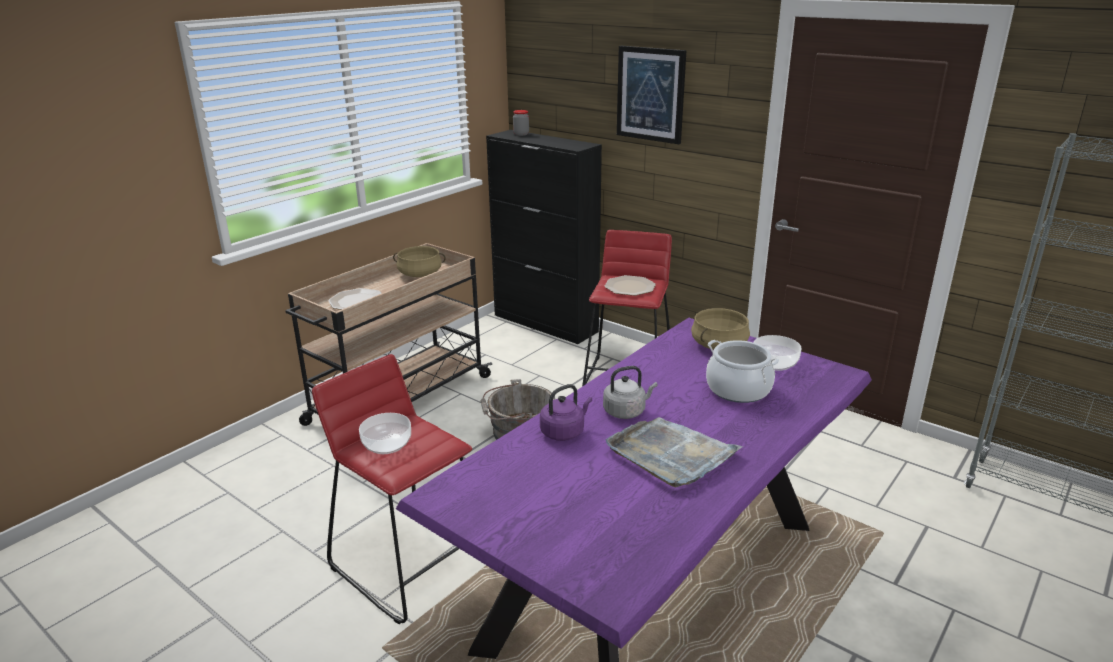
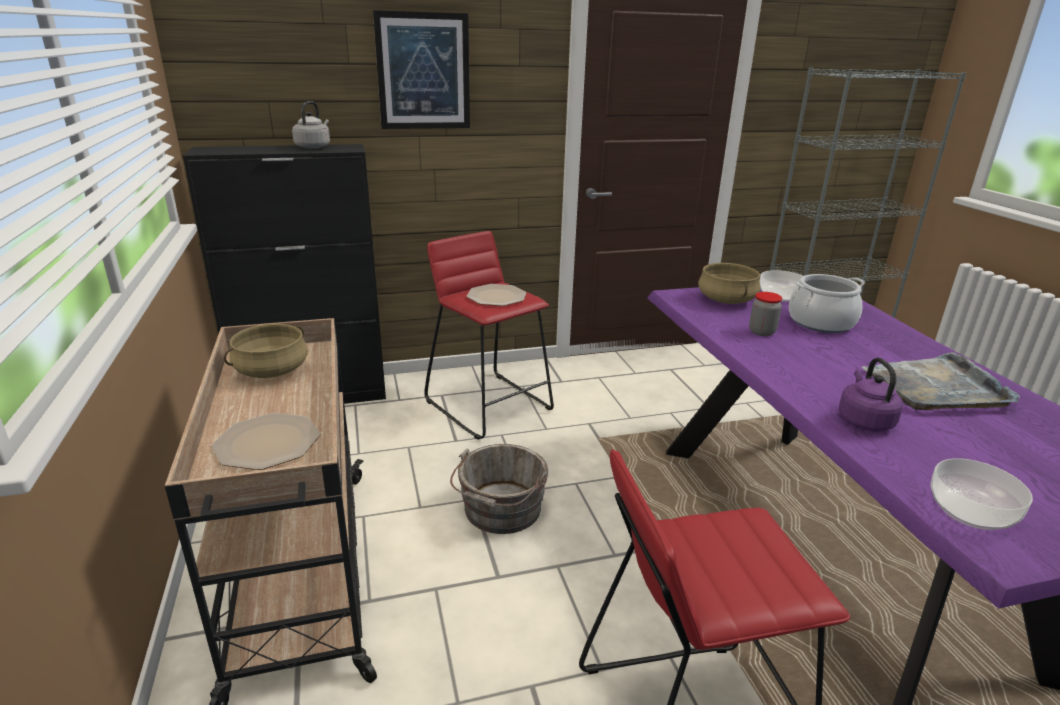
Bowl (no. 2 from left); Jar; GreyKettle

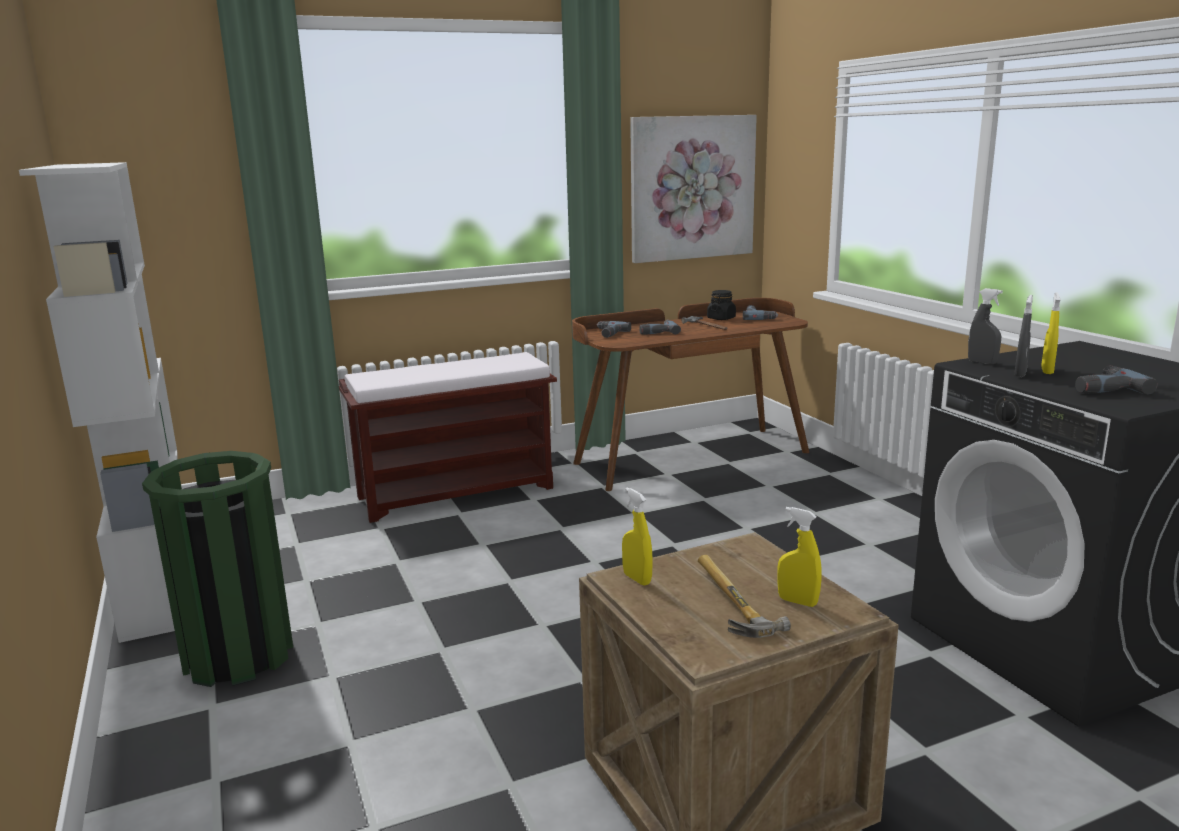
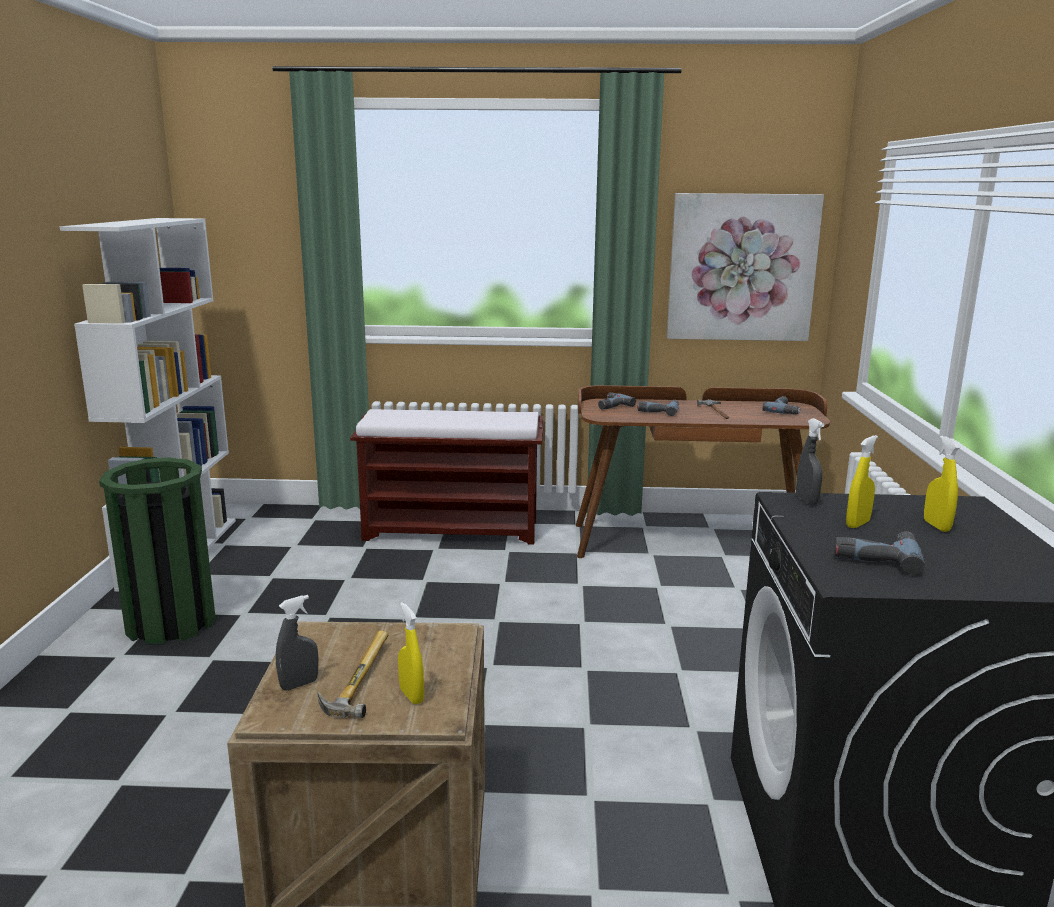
YellowSprayBottle (no. 3 from left); BlackJar; GreySprayBottle (no. 1 from left)

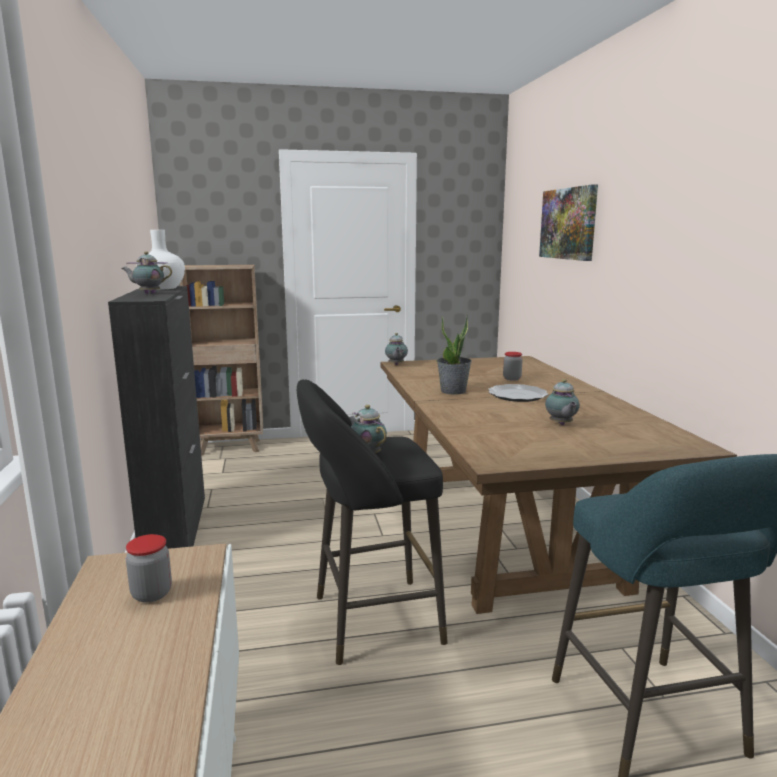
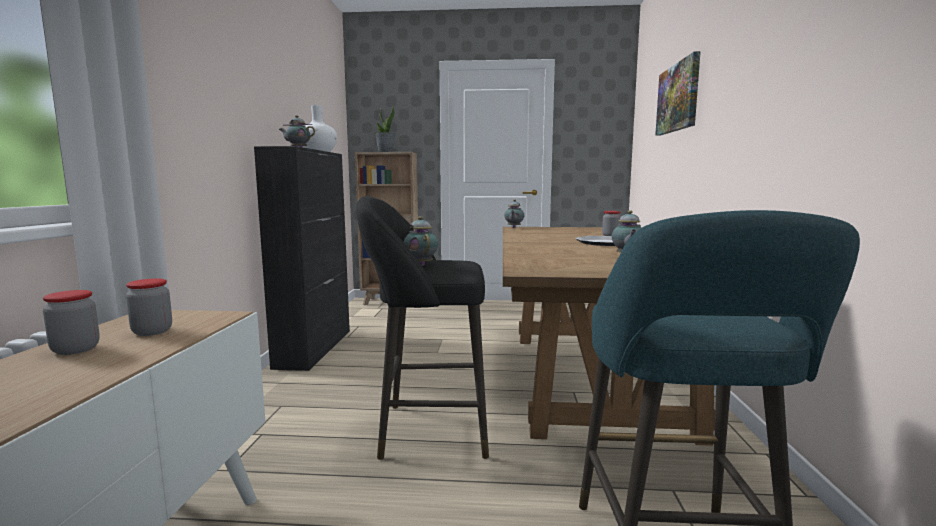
PottedPlant; Jar (no. 1 from left)

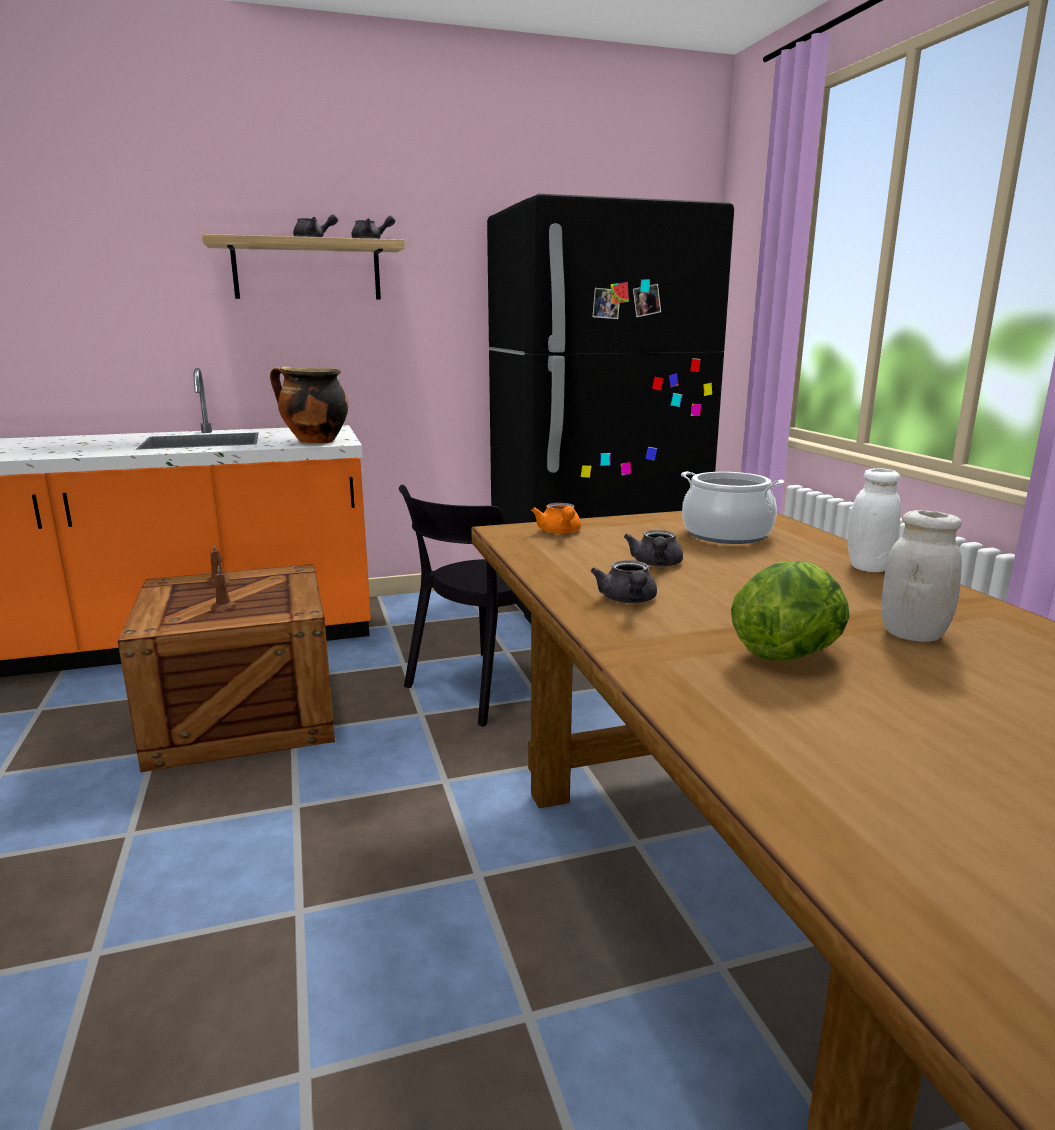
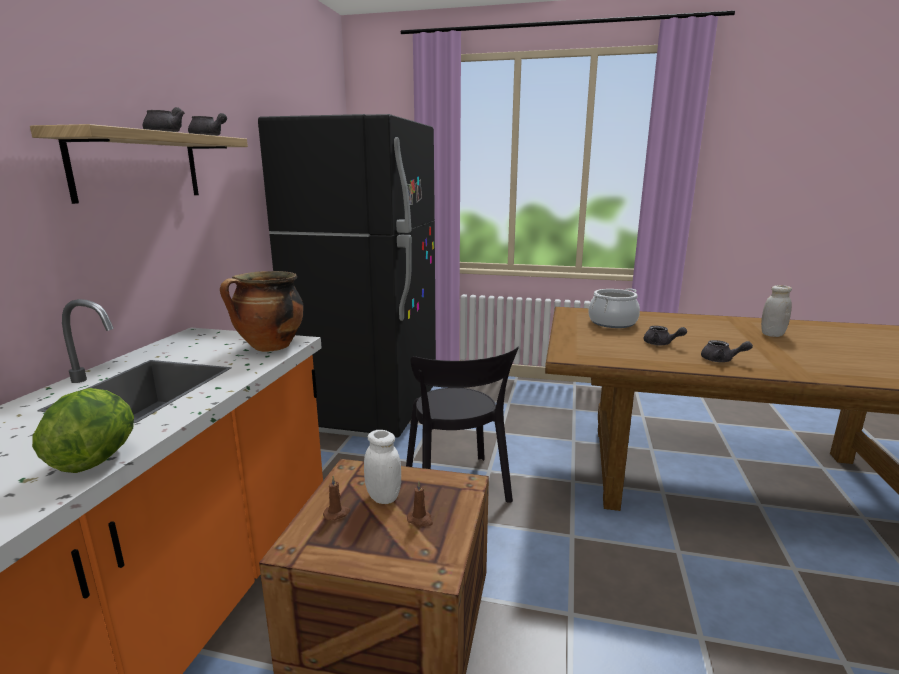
OrangeTeapot; Lettuce; WhiteJar (no. 1 from left)

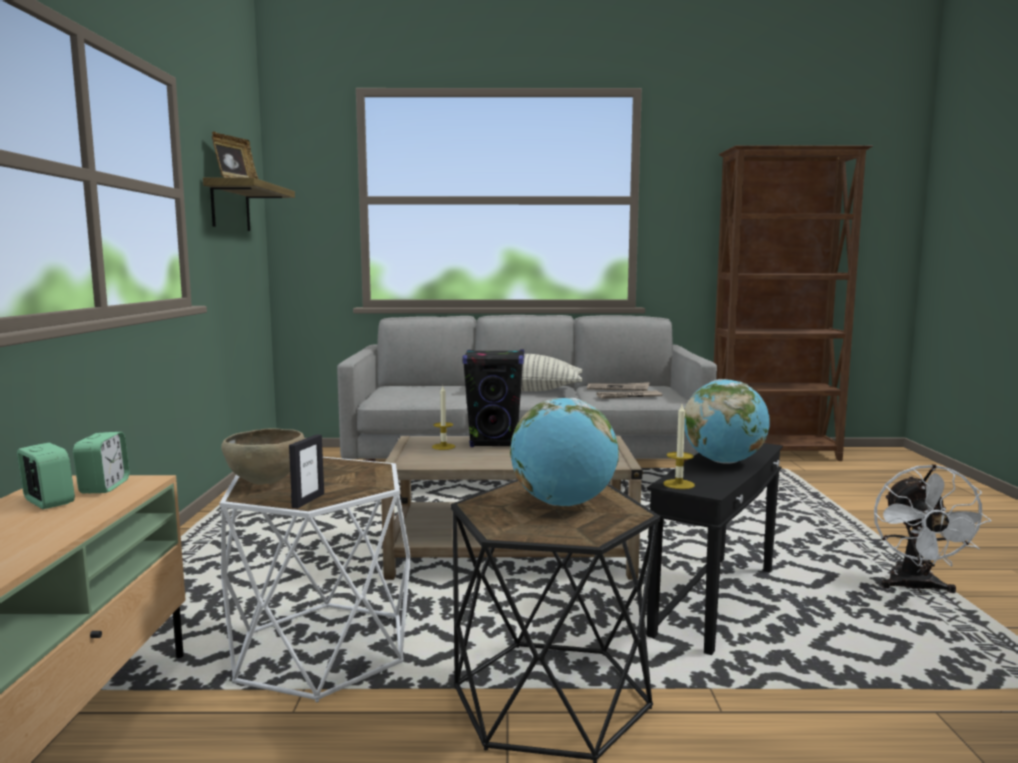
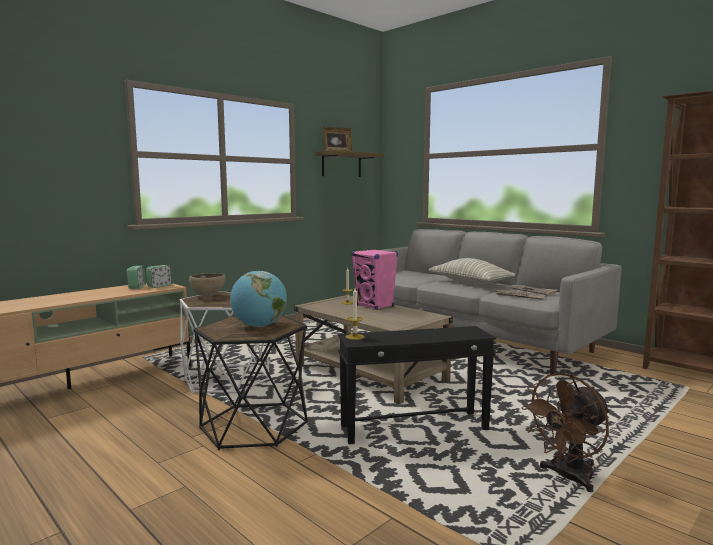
PictureFrame (no. 2 from left in the first image); PinkSpeaker; Globe (no. 2 from left in the first image); BrownFan

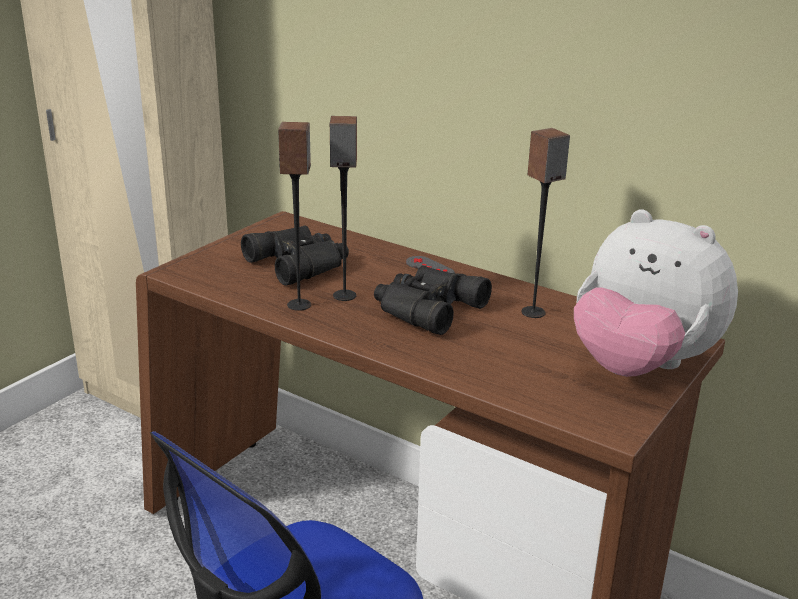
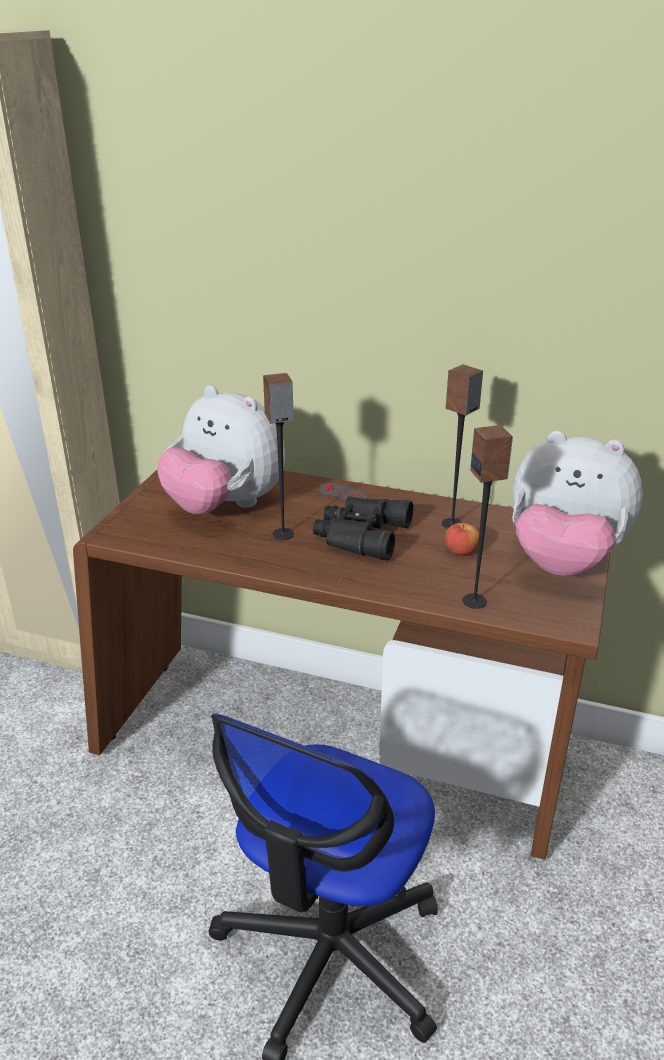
PlushToy (no. 1 from left); Speaker (no. 3 from left); Apple

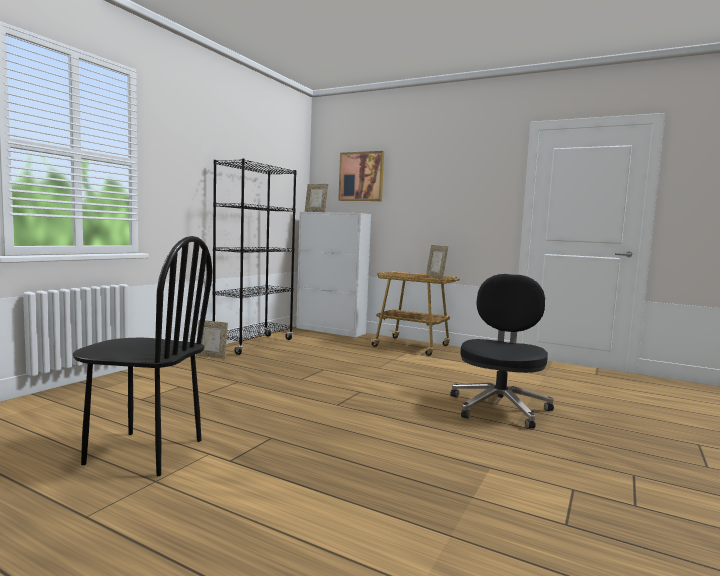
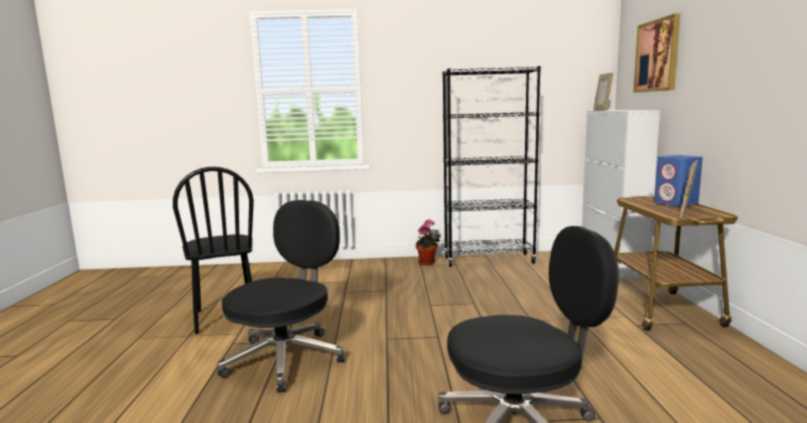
PottedPlant; BlackOfficeChair (no. 1 from left); BlueSpeaker

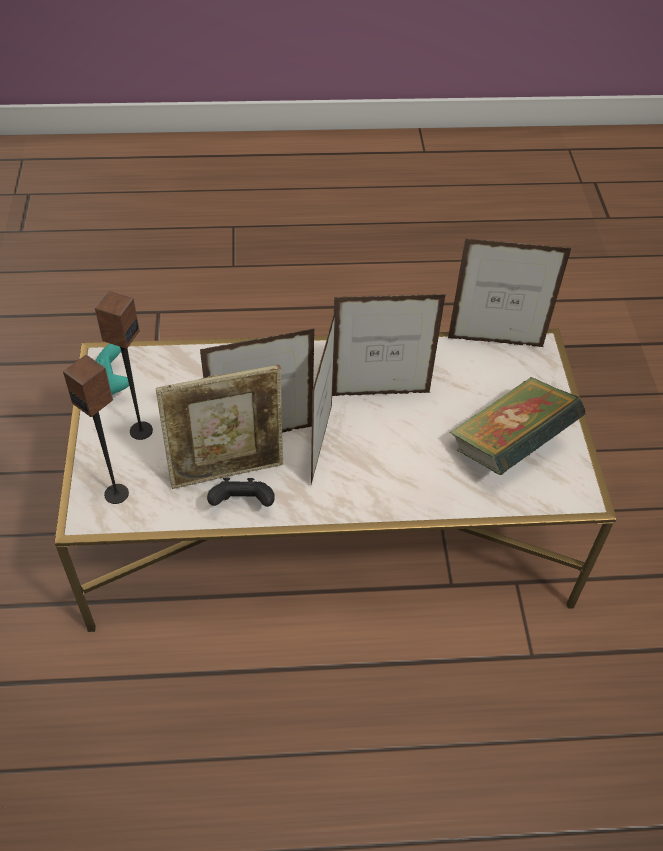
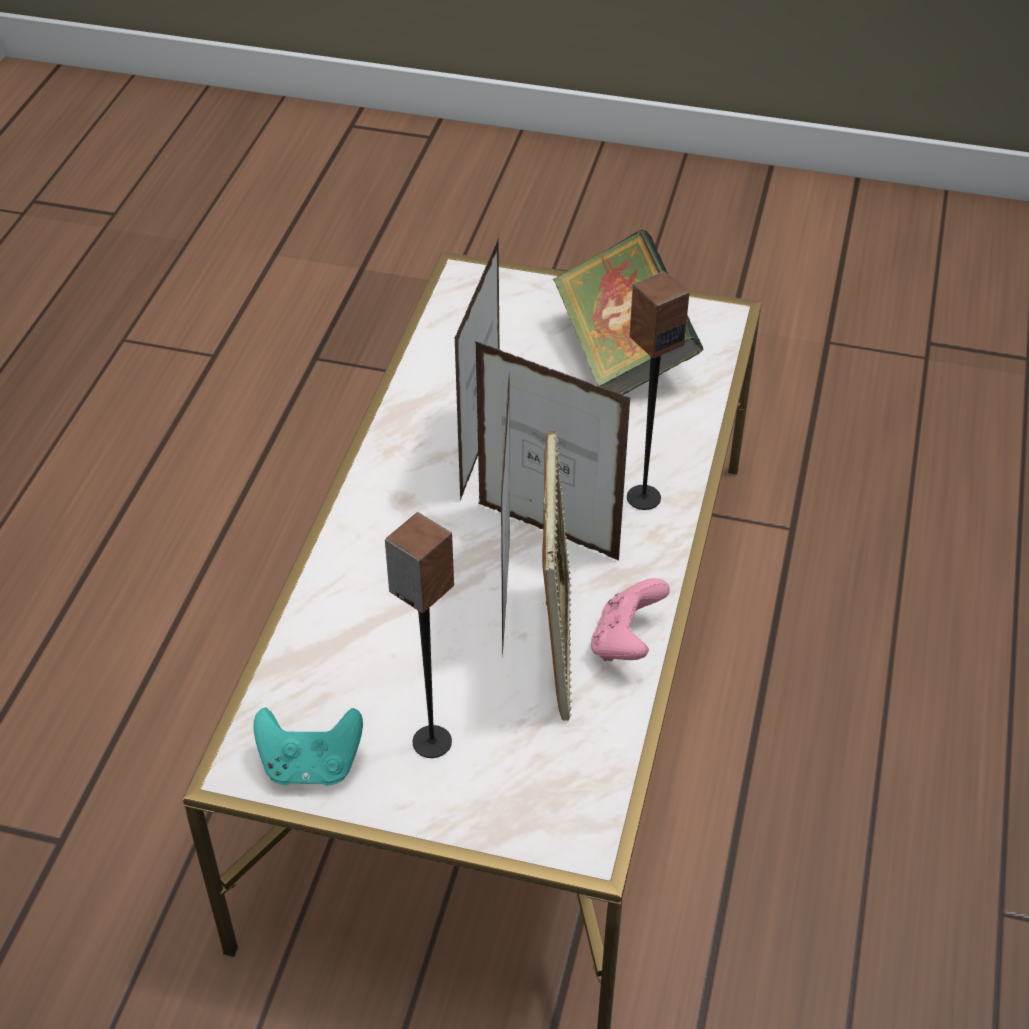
Speaker (no. 2 from left); PinkGameController; PictureFrame (no. 5 from left in the first image)

